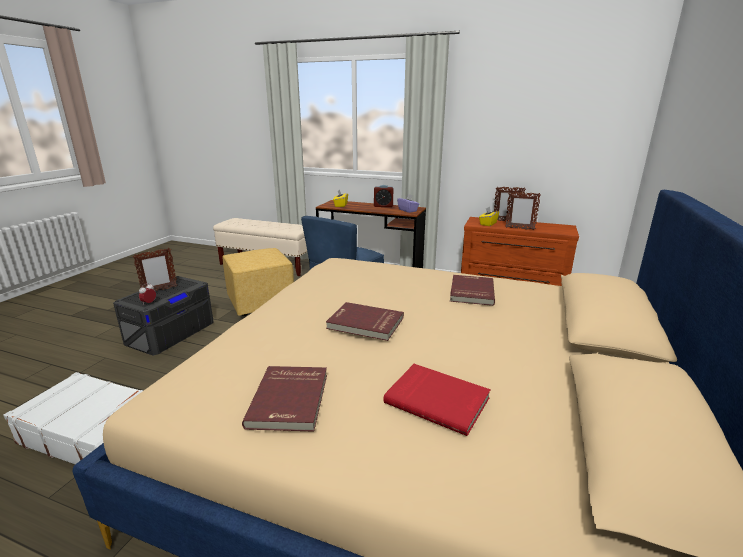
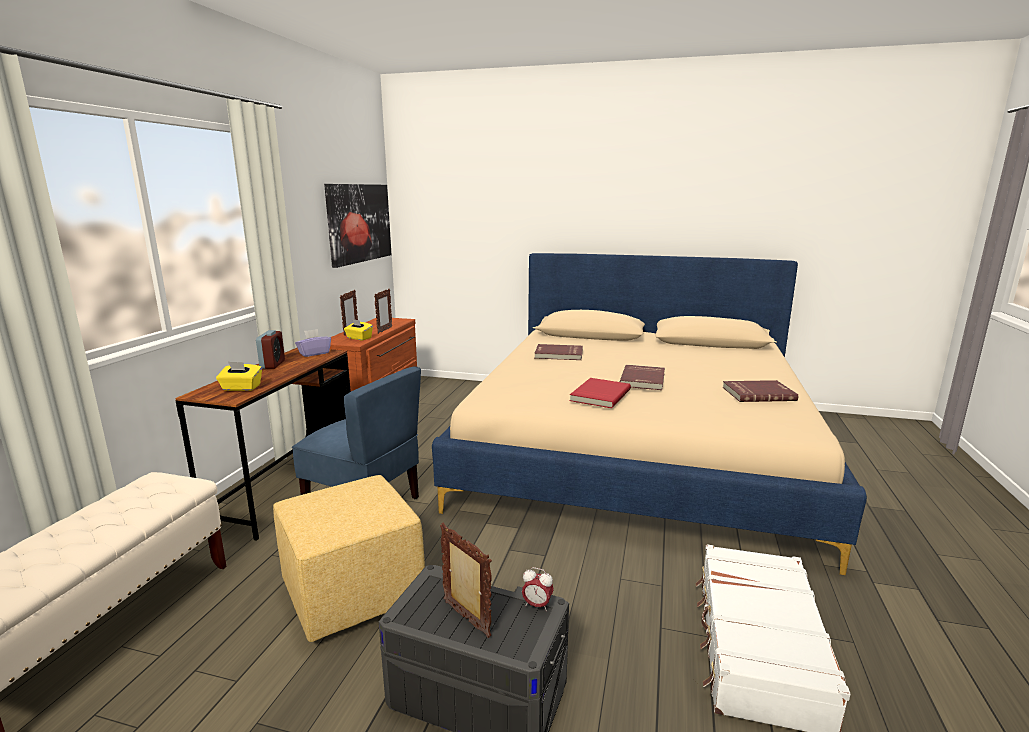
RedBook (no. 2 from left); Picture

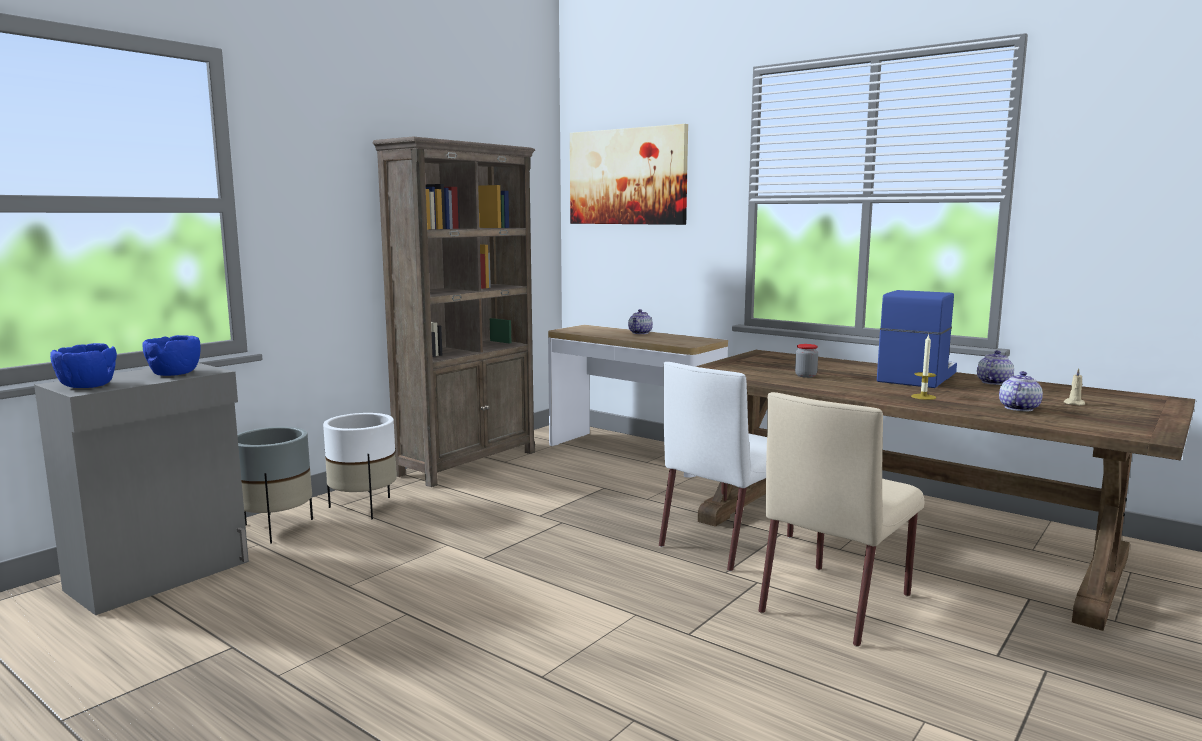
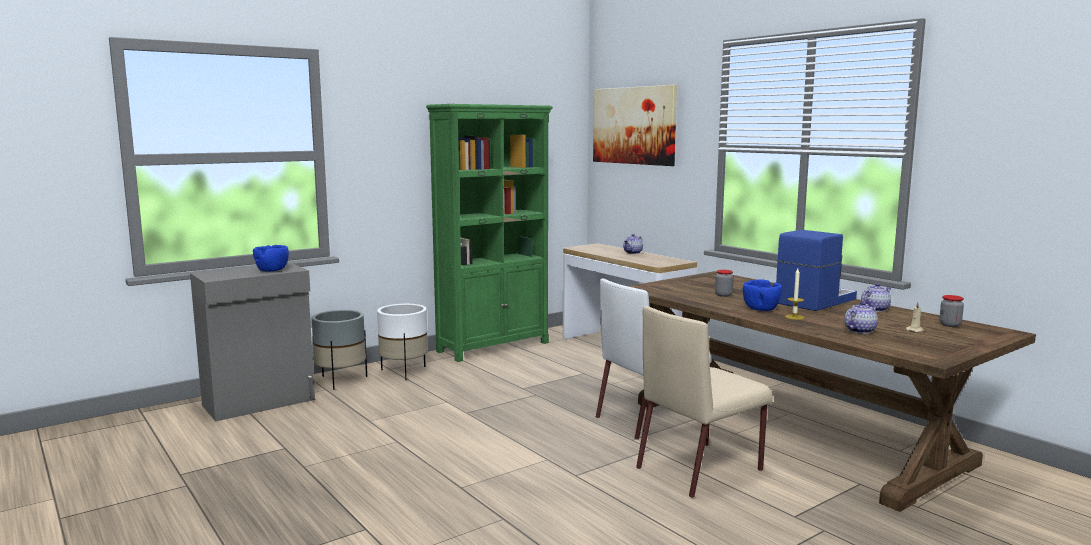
BlueBowl (no. 2 from left); GreenBookcase; Jar (no. 2 from left)

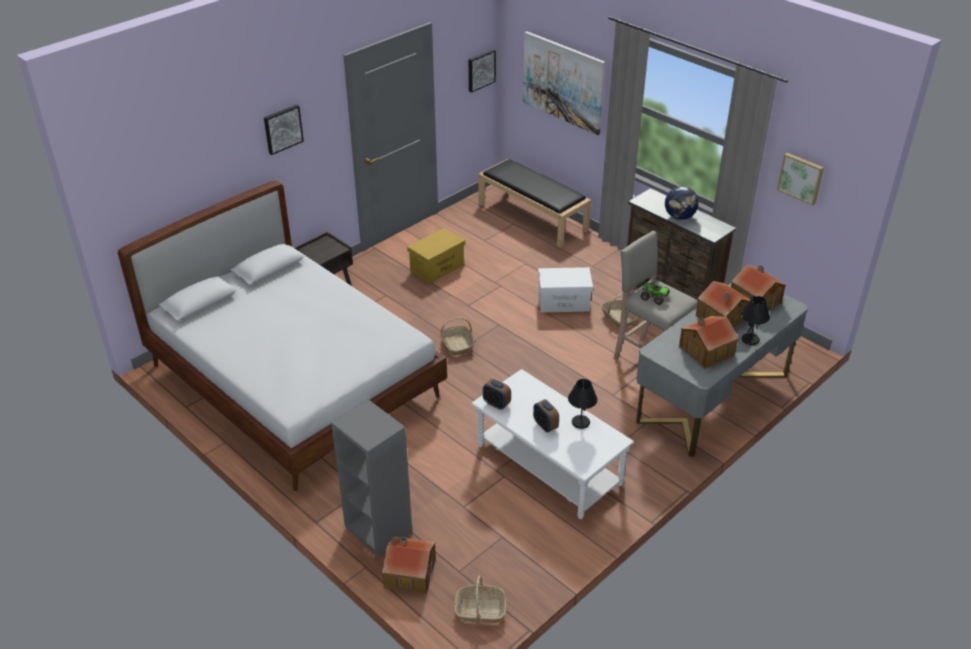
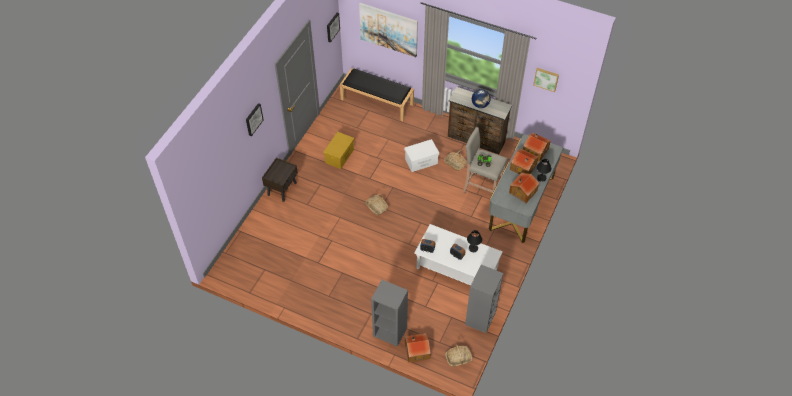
WhiteBed; GreyBookcase (no. 2 from left)

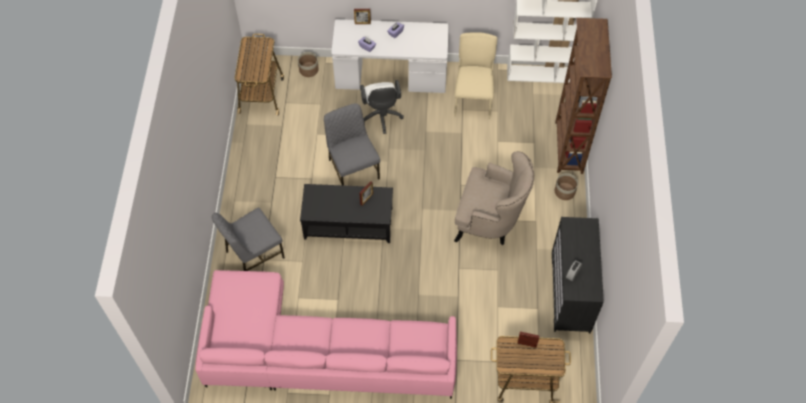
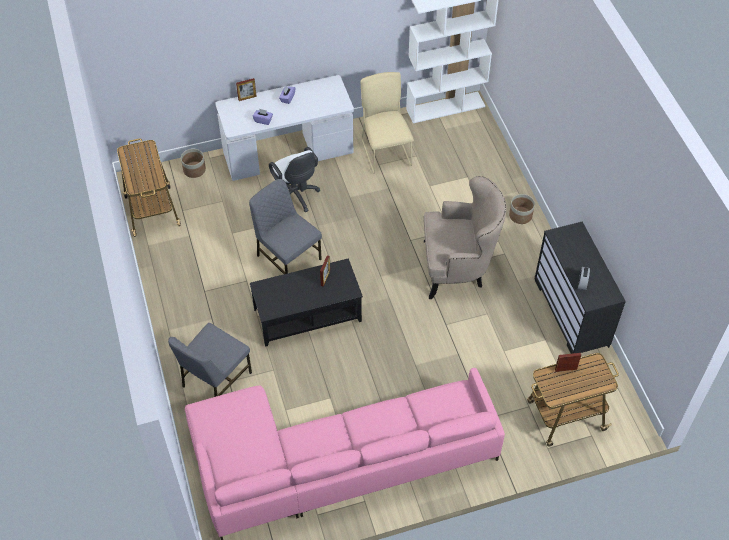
BrownBookcase

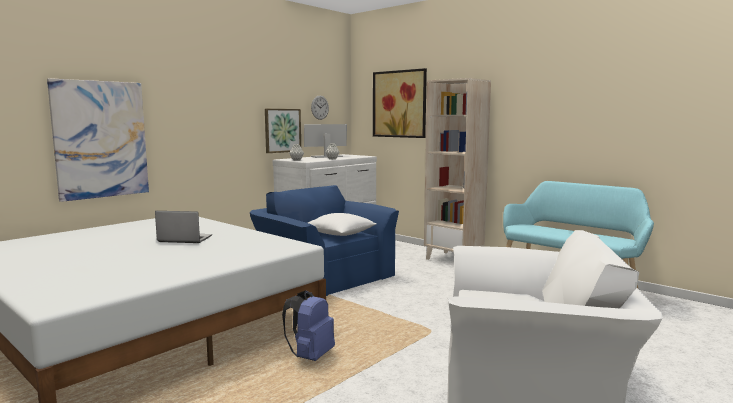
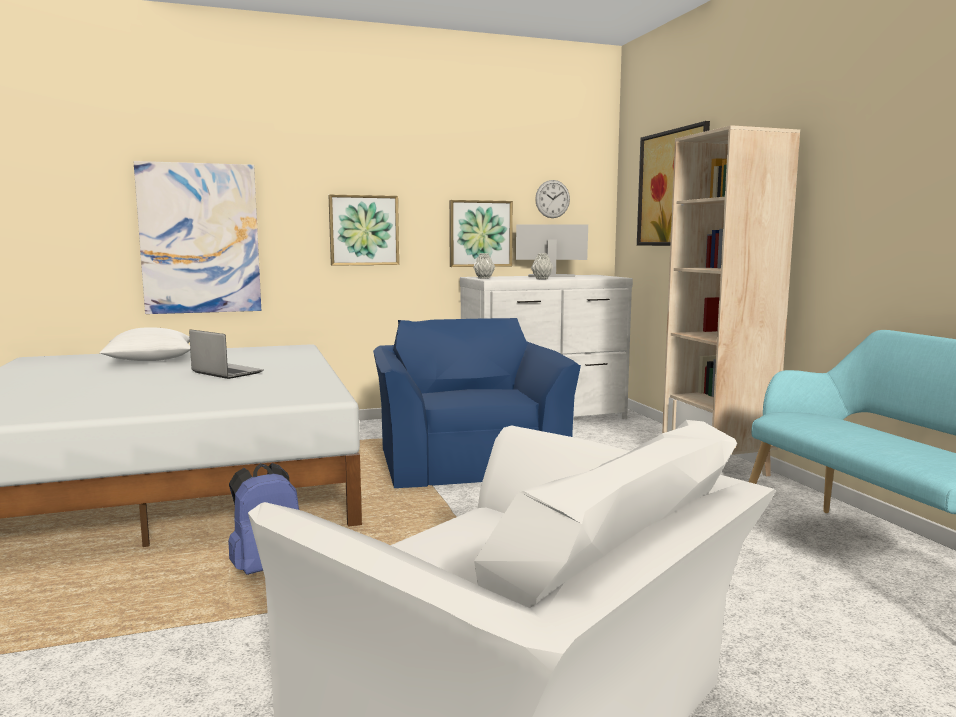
WhitePillow; Picture (no. 2 from left)

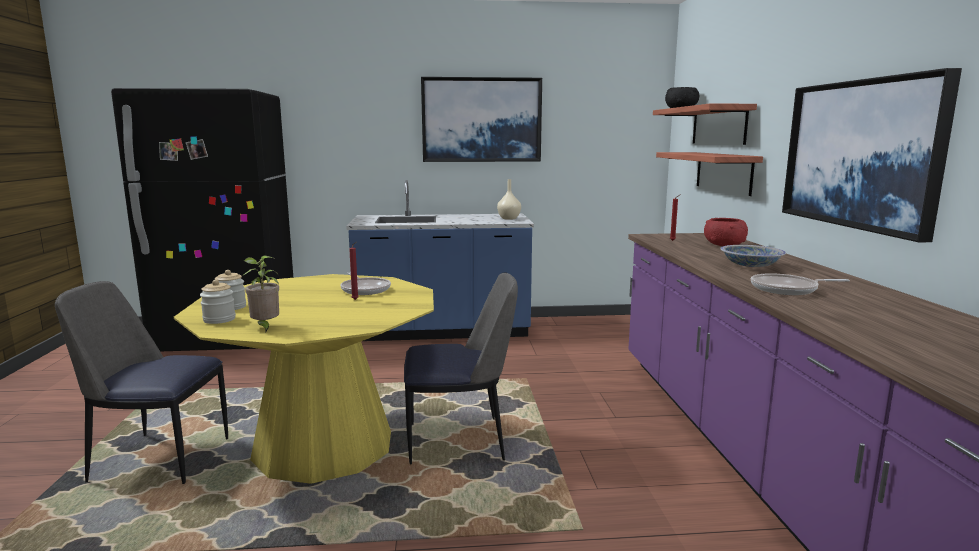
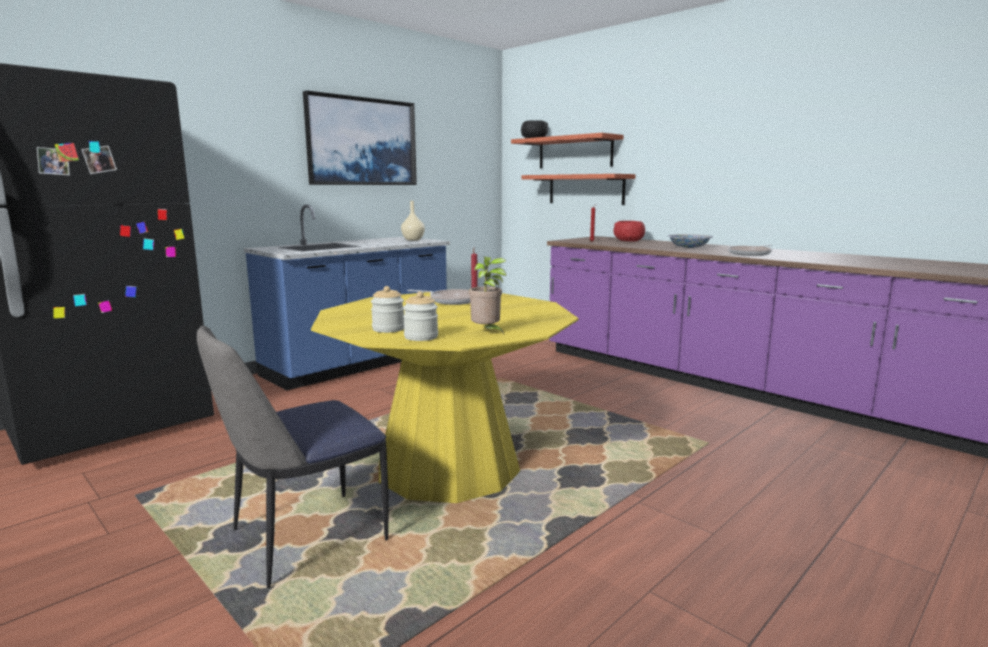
Chair (no. 2 from left in the first image); Picture (no. 2 from left in the first image)

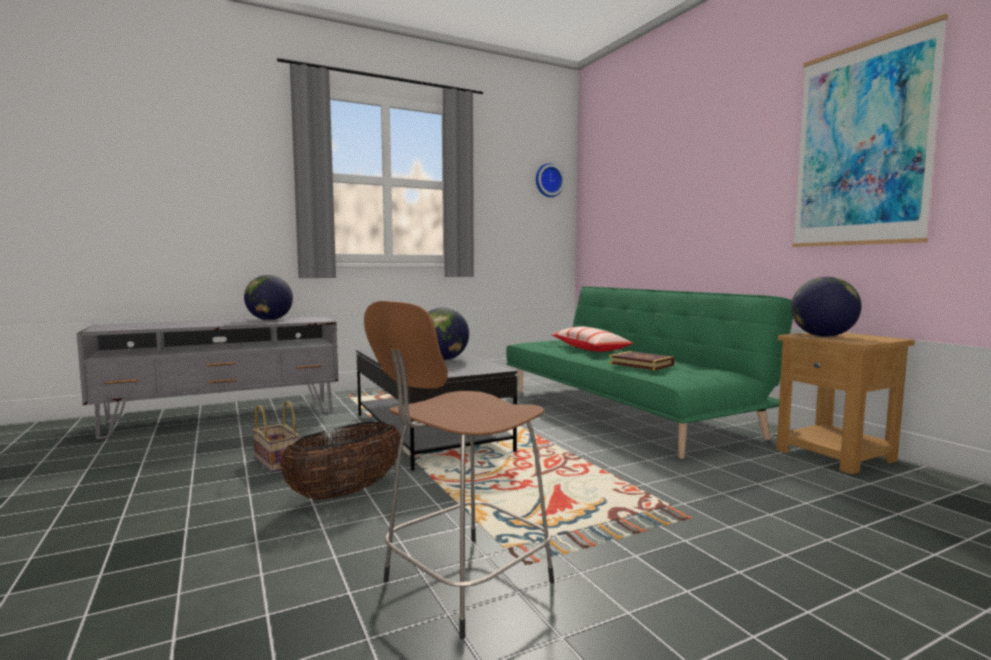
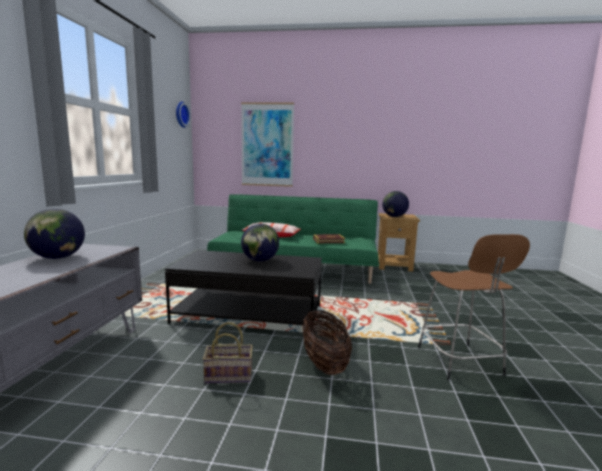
Picture

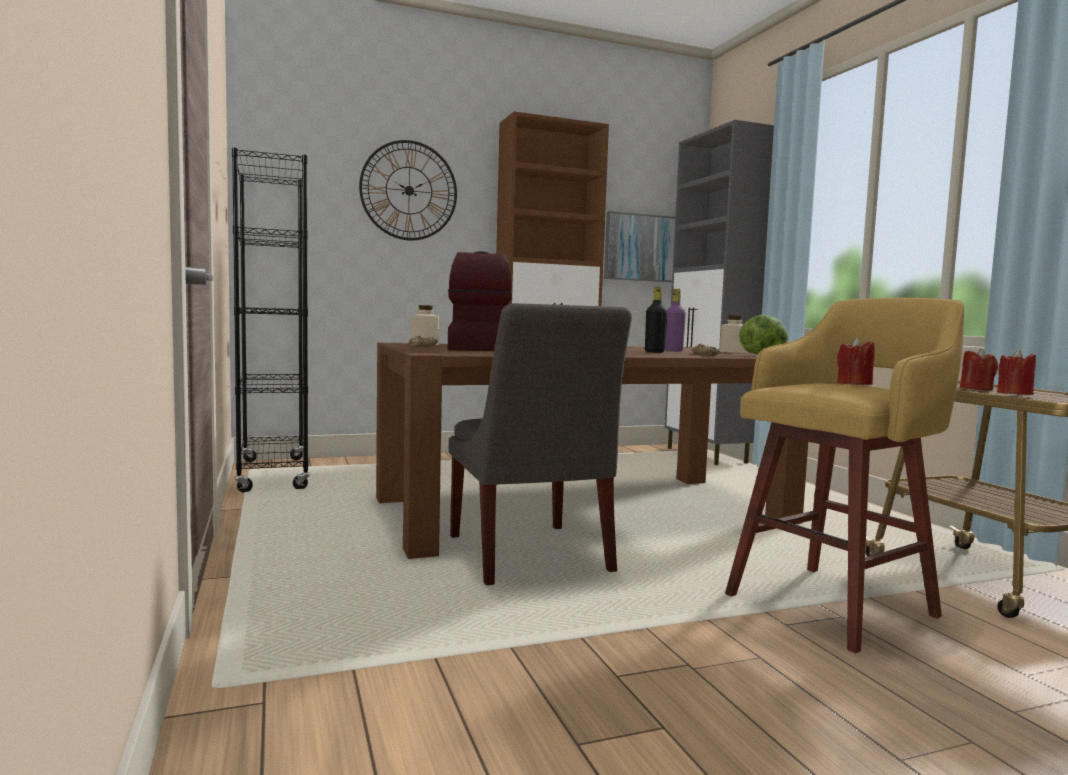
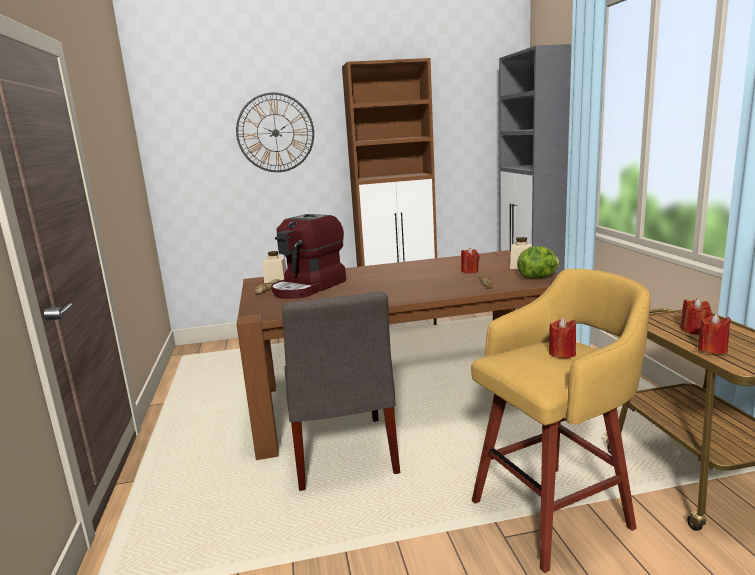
BlackBookcase; CoffeeMachine; Picture; BlackBottle; RedCandle (no. 1 from left)

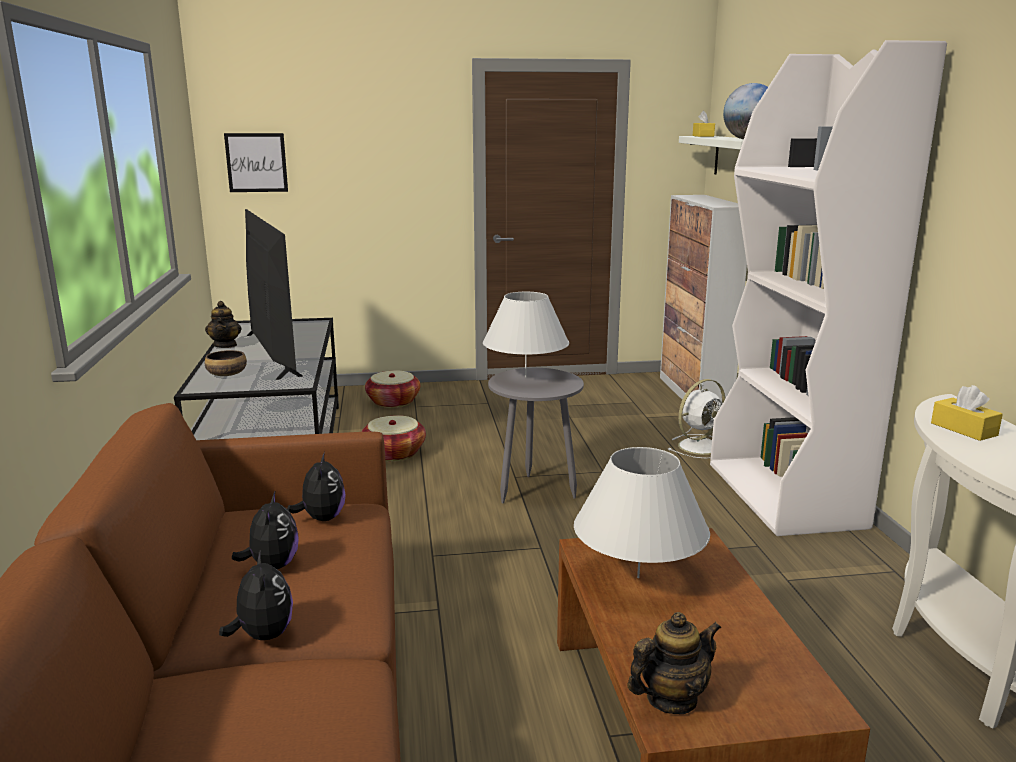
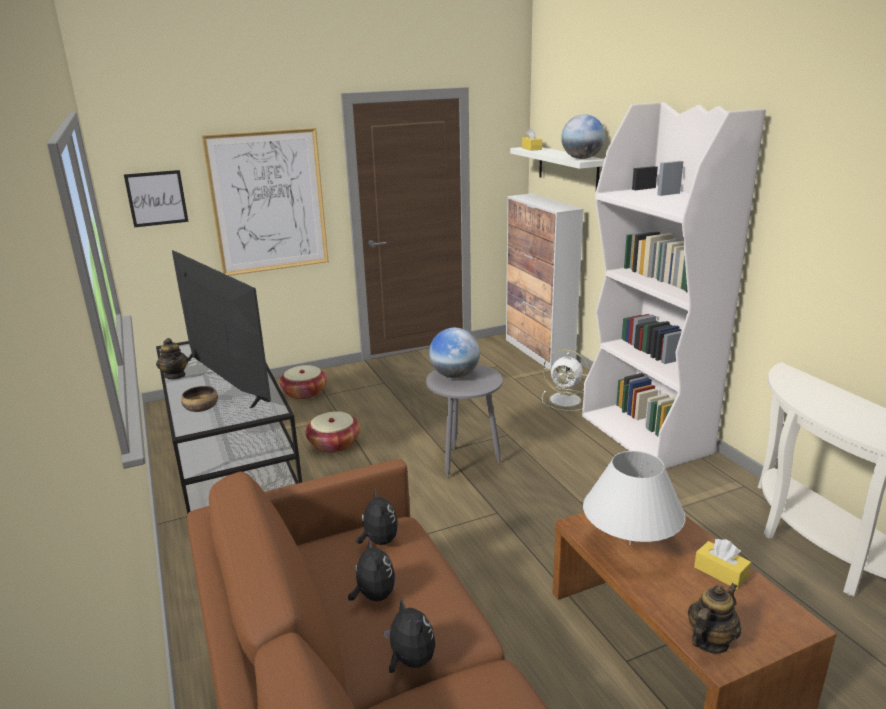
Globe (no. 1 from left); WhiteFan; YellowTissueBox (no. 2 from left); Picture (no. 2 from left)

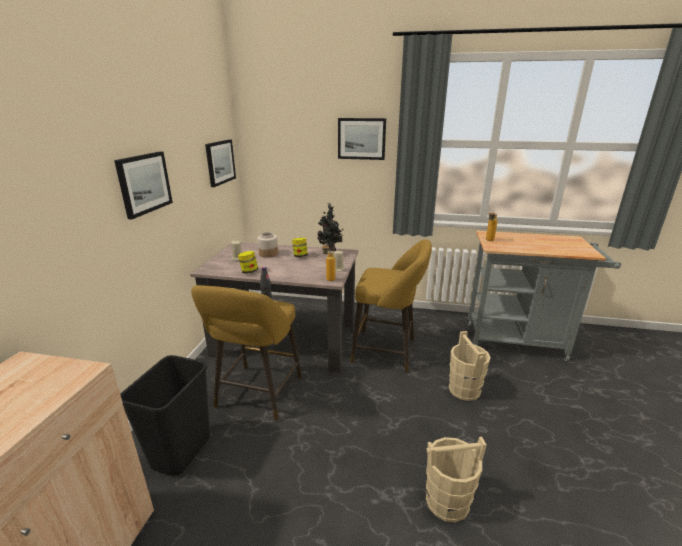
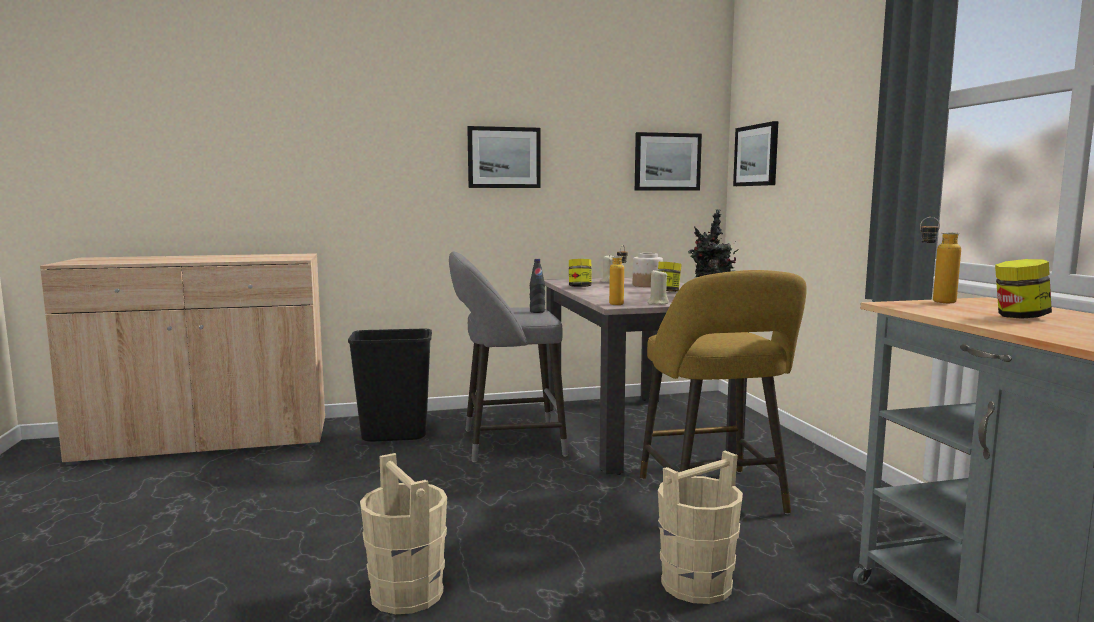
GreyStool; Picture (no. 3 from left); Jar (no. 4 from left)

